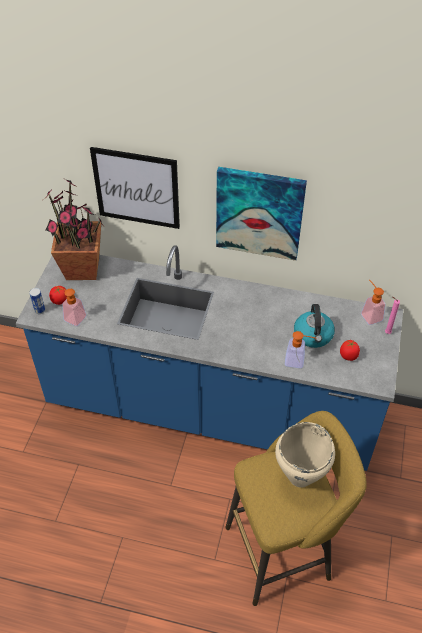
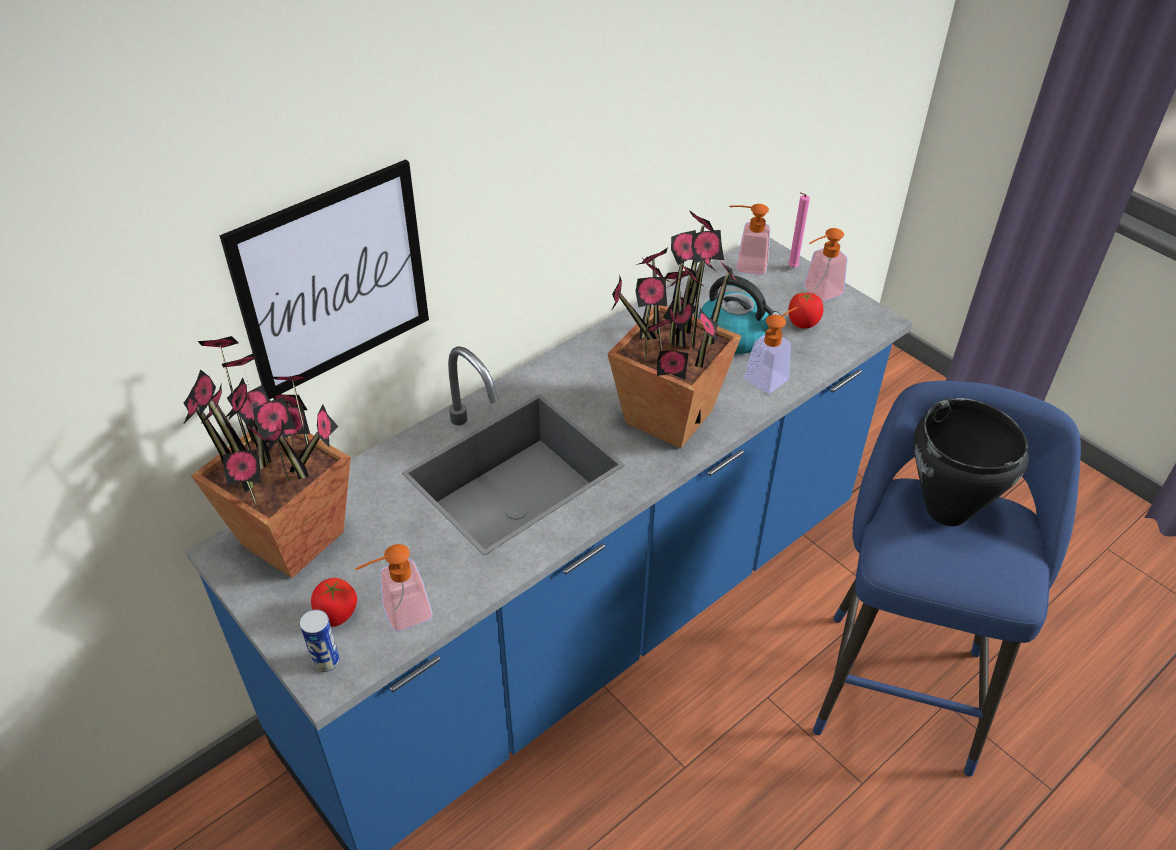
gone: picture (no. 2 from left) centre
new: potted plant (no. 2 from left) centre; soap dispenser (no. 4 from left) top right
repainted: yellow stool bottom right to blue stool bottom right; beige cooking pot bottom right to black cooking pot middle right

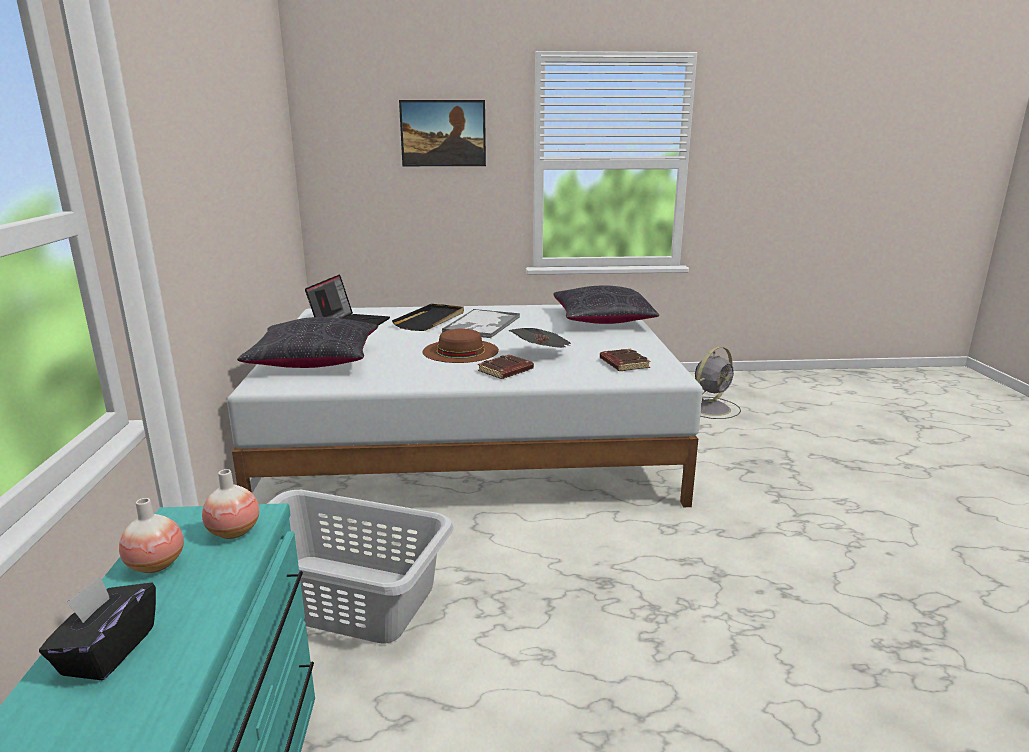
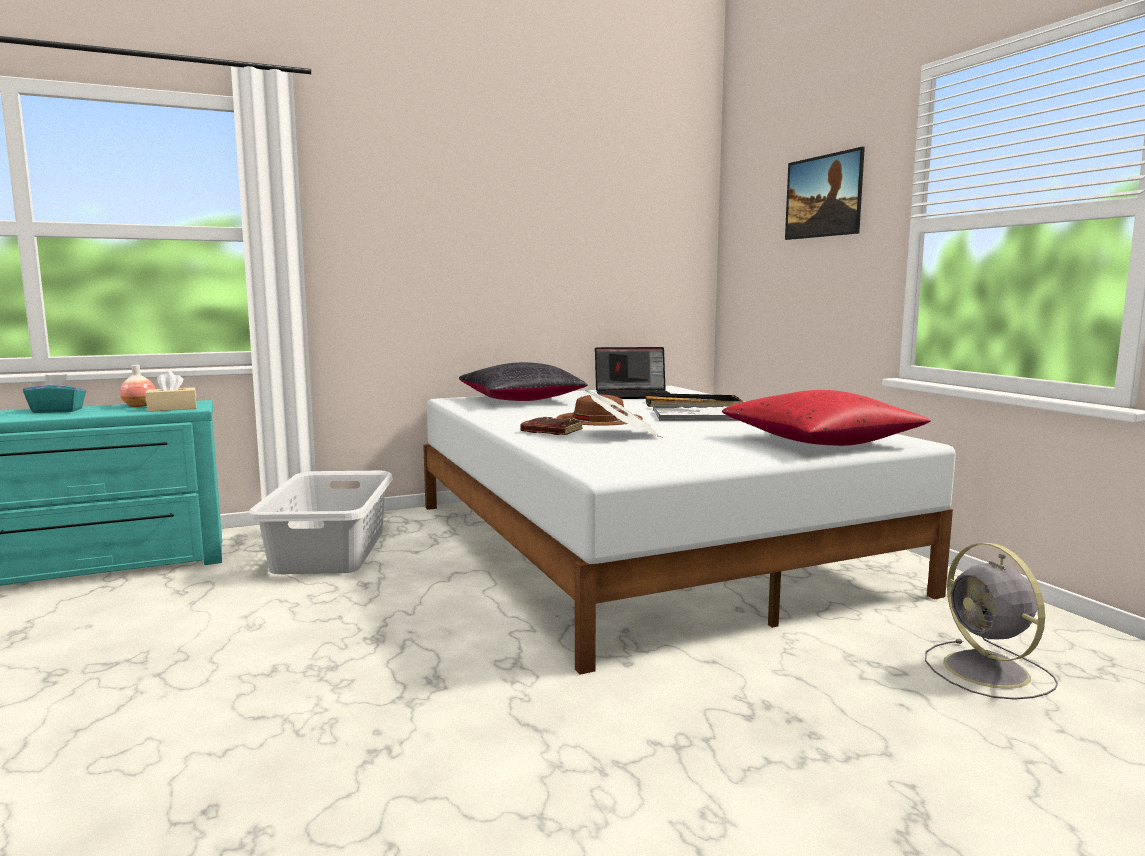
gone: brown book (no. 2 from left) centre
swapped: vase (no. 2 from left) bottom left to beige tissue box middle left
repainted: black tissue box bottom left to turquoise tissue box middle left; black pillow (no. 2 from left) centre to red pillow middle right
rotated: grey fan middle right = bottom right 45 degrees clockwise

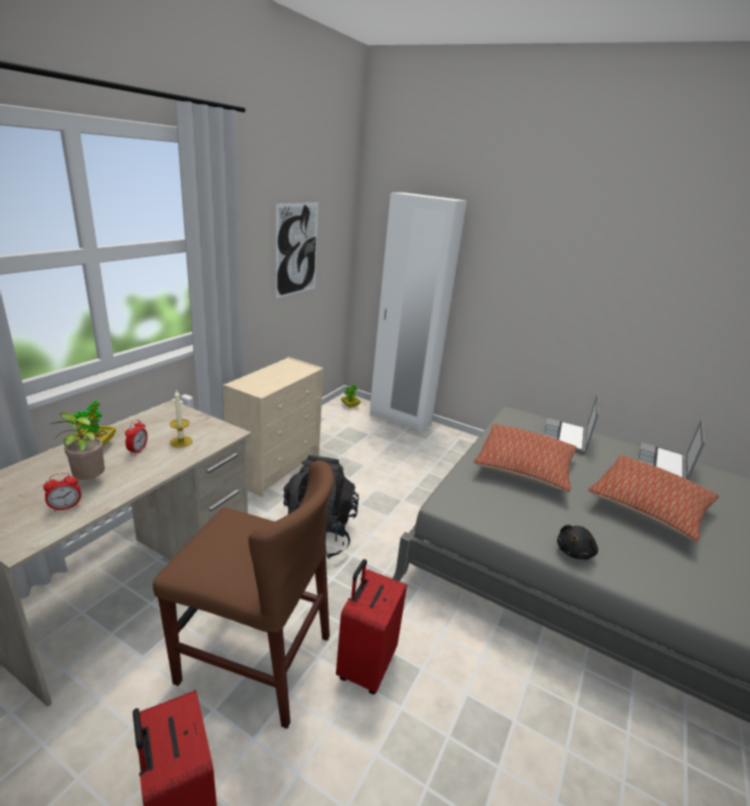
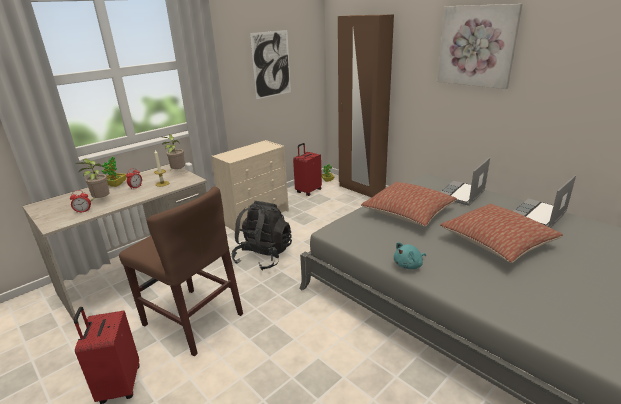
new: potted plant (no. 3 from left) middle left; picture (no. 2 from left) top right
shifted: red suitcase (no. 2 from left) bottom centre to centre
repainted: white wardrobe centre to brown wardrobe top centre; black plush toy bottom right to turquoise plush toy centre

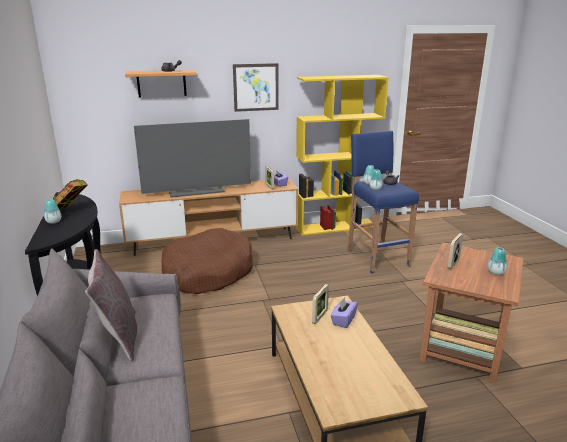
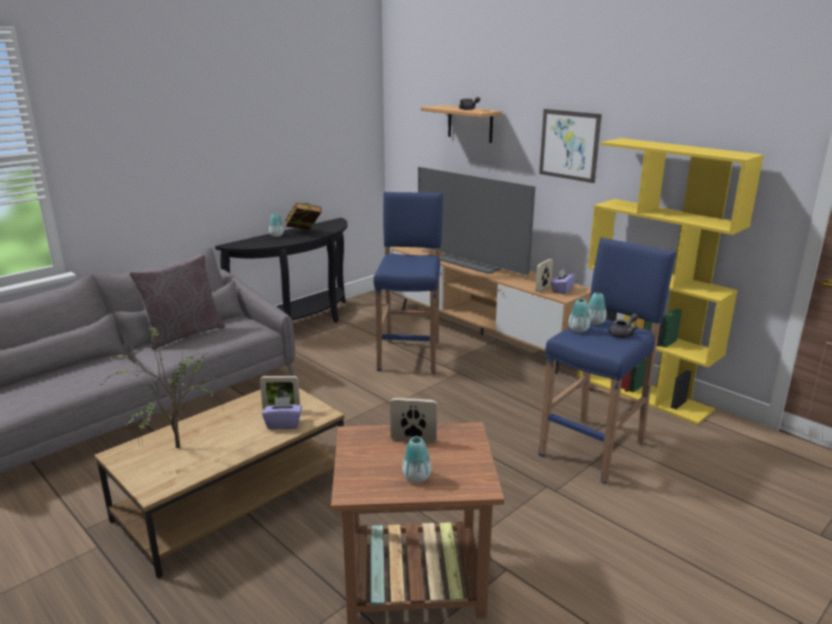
new: potted plant middle left
swapped: brown dog bed centre to blue stool (no. 1 from left) centre

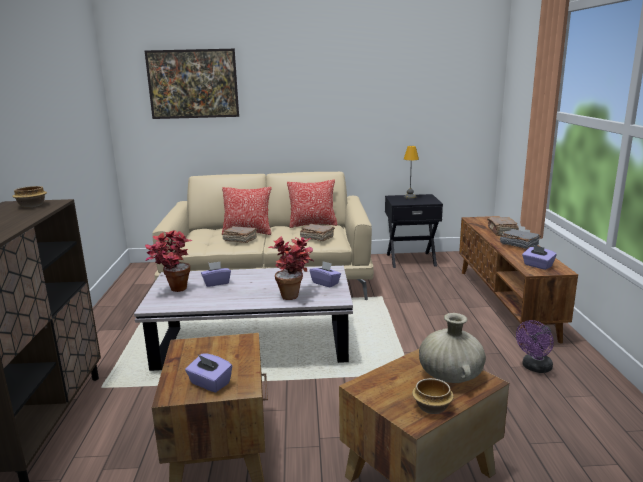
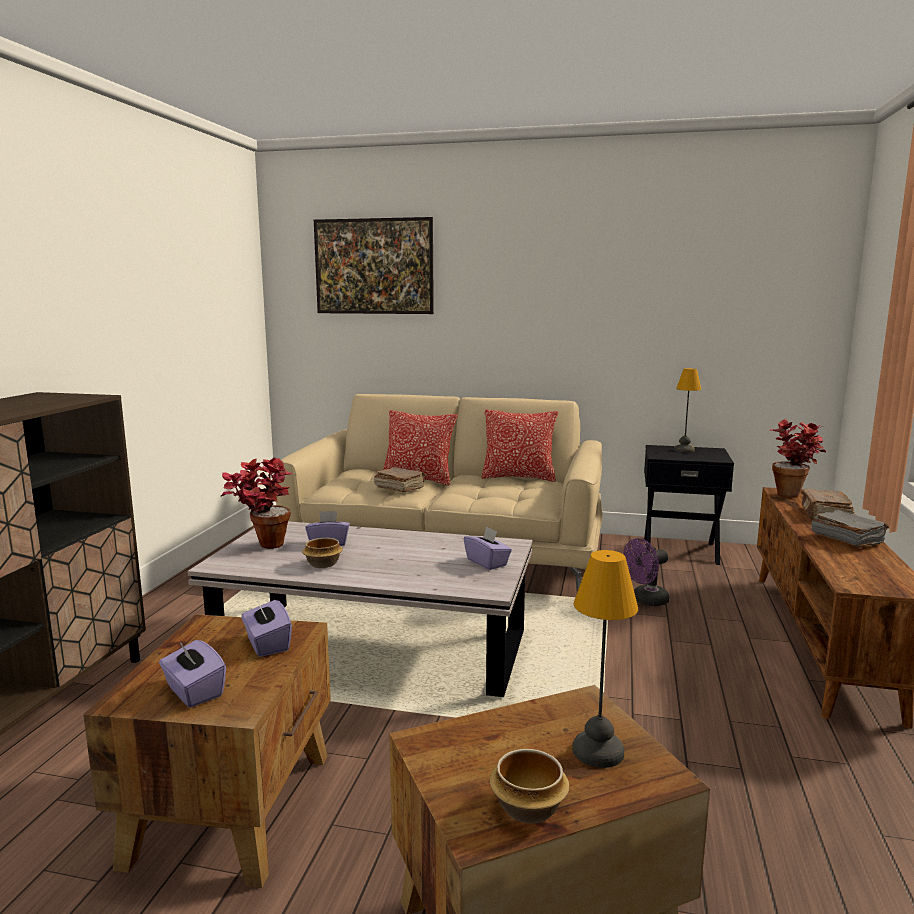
gone: brown book (no. 2 from left) centre
shifted: bowl (no. 1 from left) middle left to centre; potted plant (no. 2 from left) centre to middle right; purple fan bottom right to middle right; purple tissue box (no. 4 from left in the first image) middle right to purple tissue box (no. 2 from left) bottom left
swapped: beige vase bottom right to table lamp (no. 1 from left) bottom centre

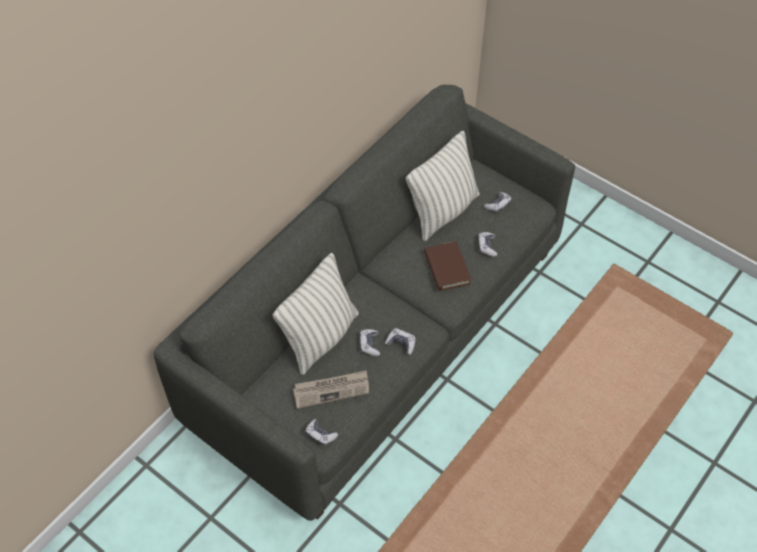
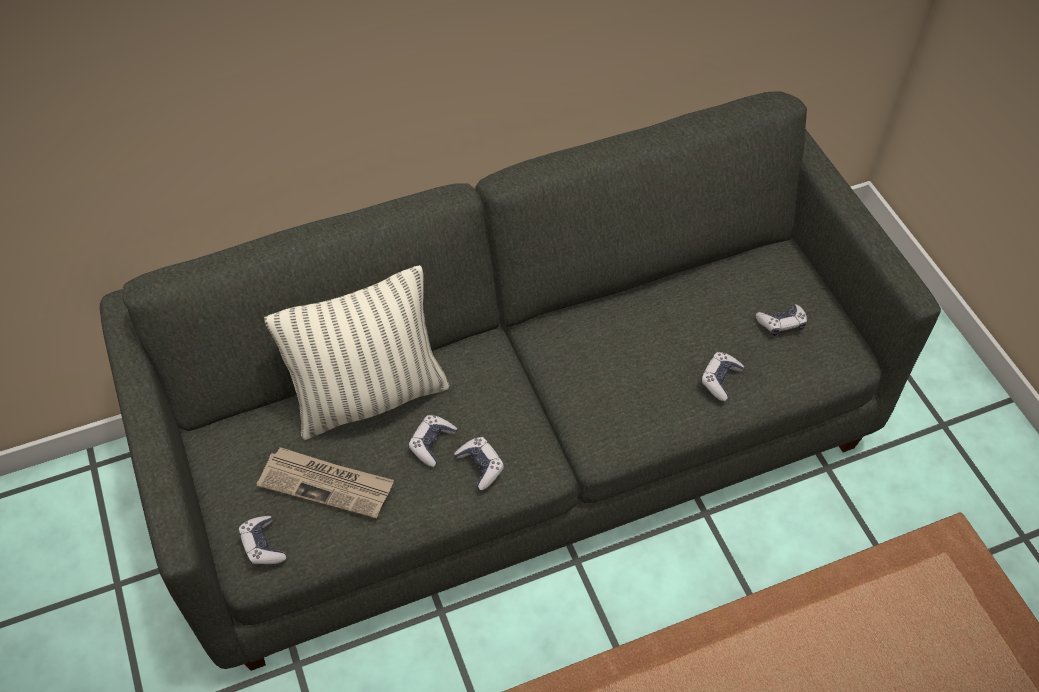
gone: pillow (no. 2 from left) centre; brown book centre

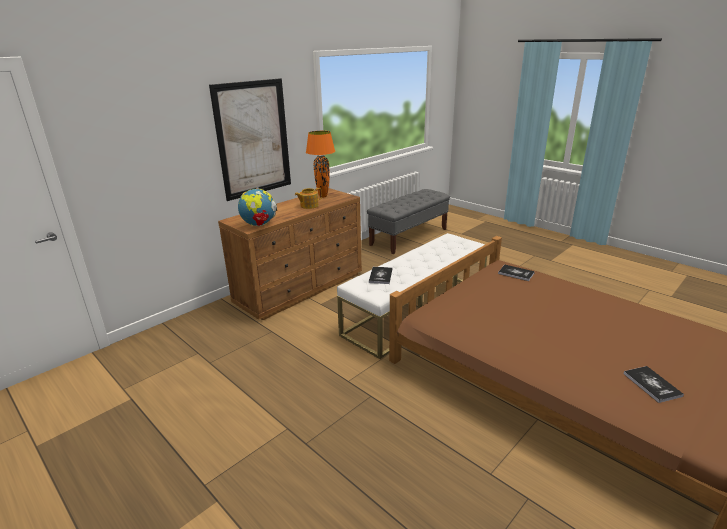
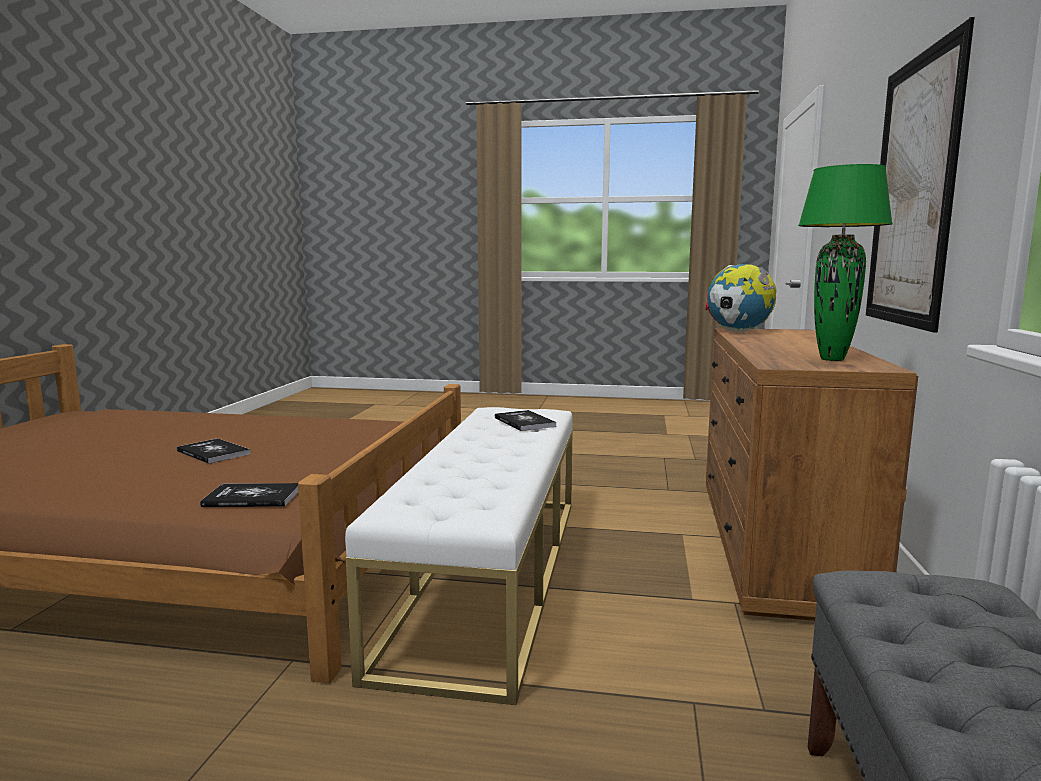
gone: teapot centre
shifted: book (no. 3 from left in the first image) bottom right to book (no. 1 from left) middle left
repainted: orange table lamp top centre to green table lamp middle right

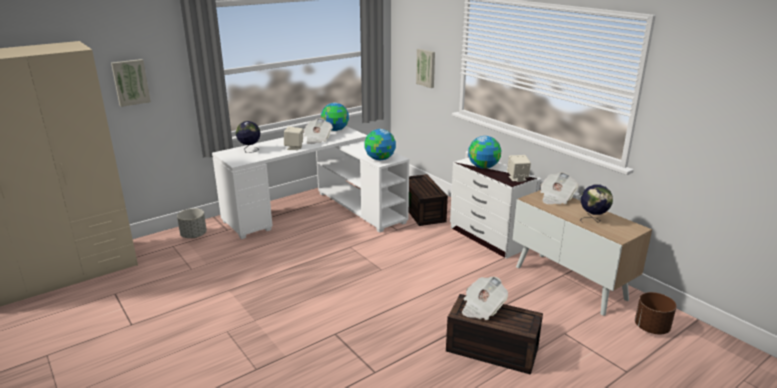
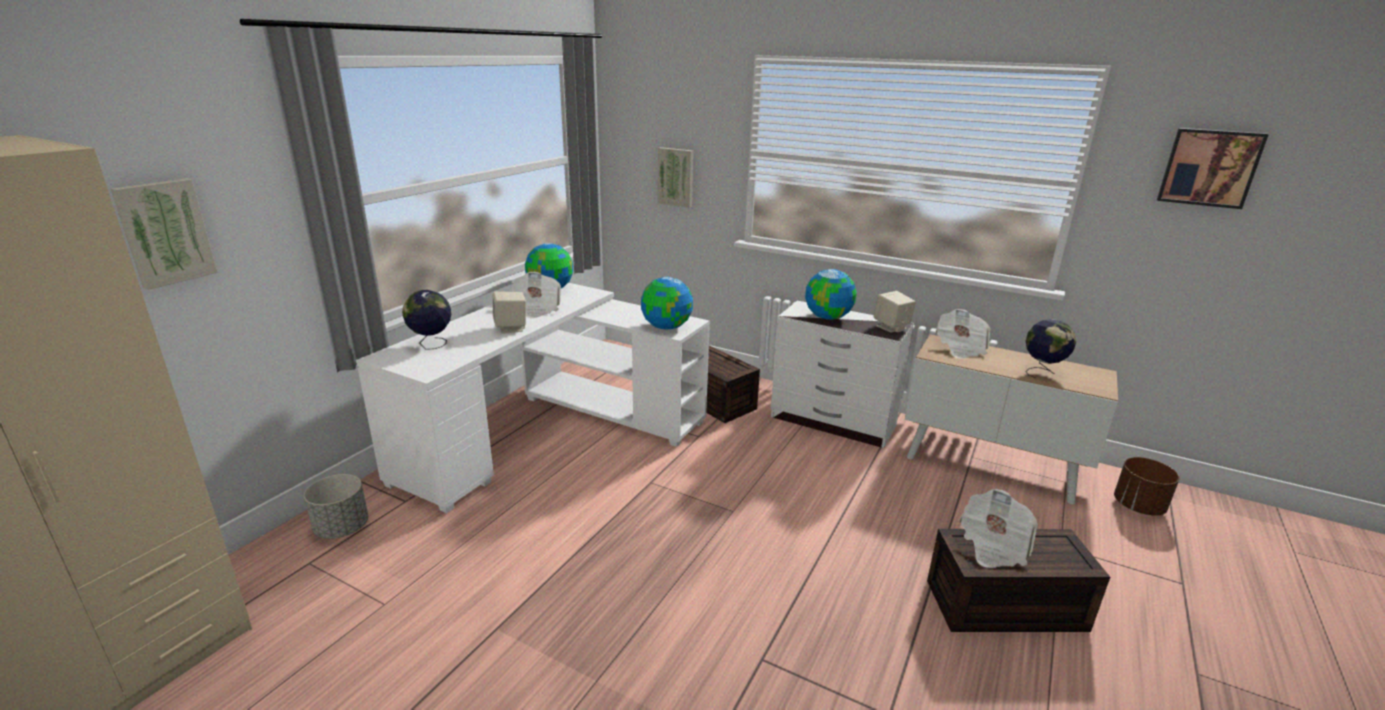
new: picture (no. 3 from left) top right

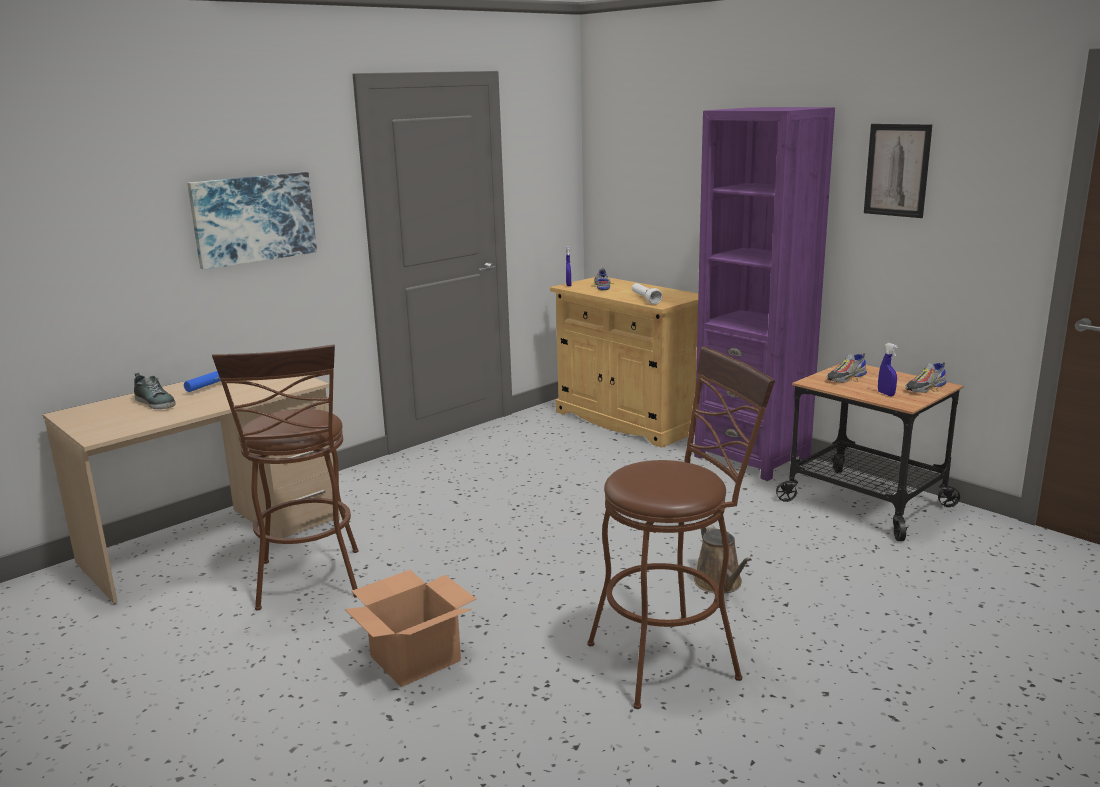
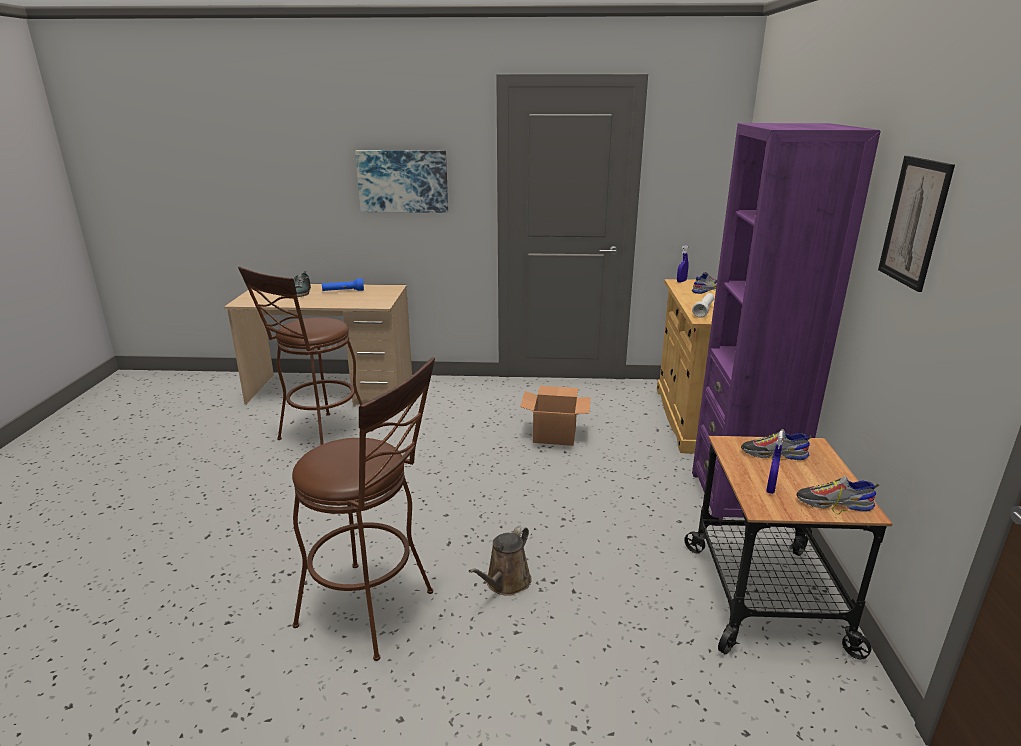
shifted: cardboard box bottom centre to centre

